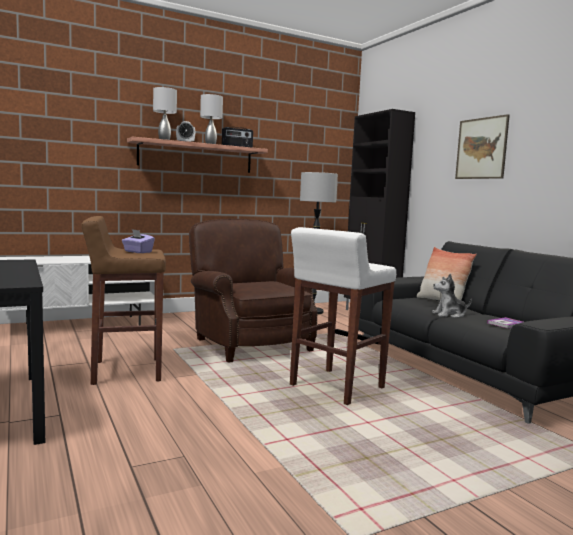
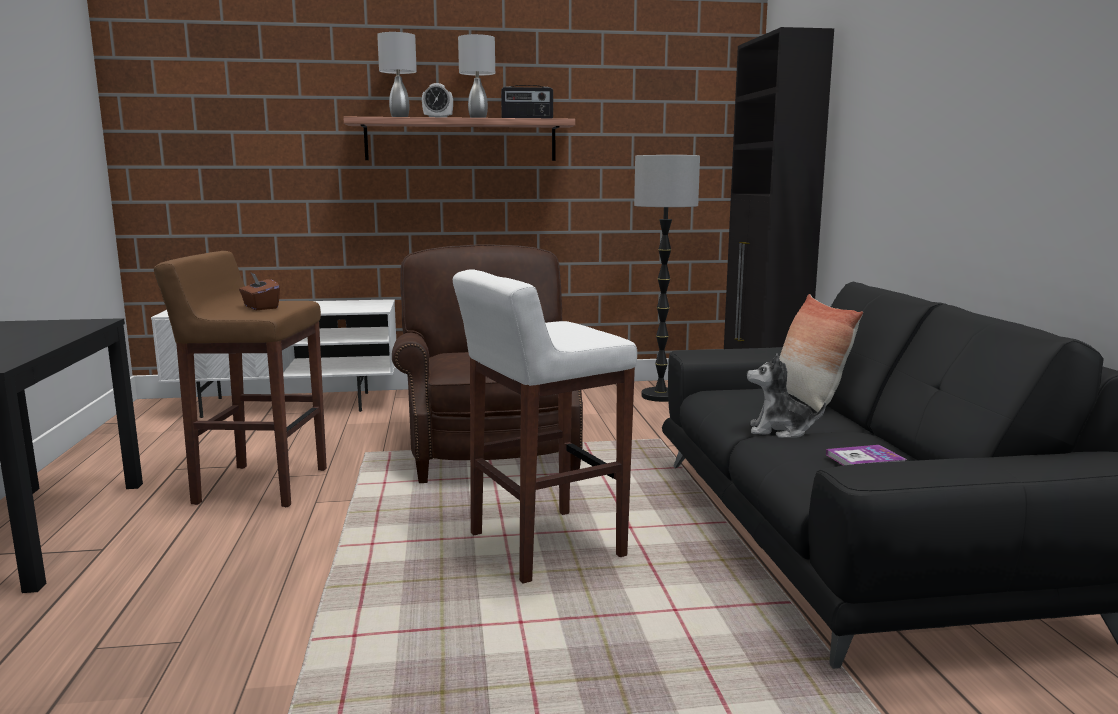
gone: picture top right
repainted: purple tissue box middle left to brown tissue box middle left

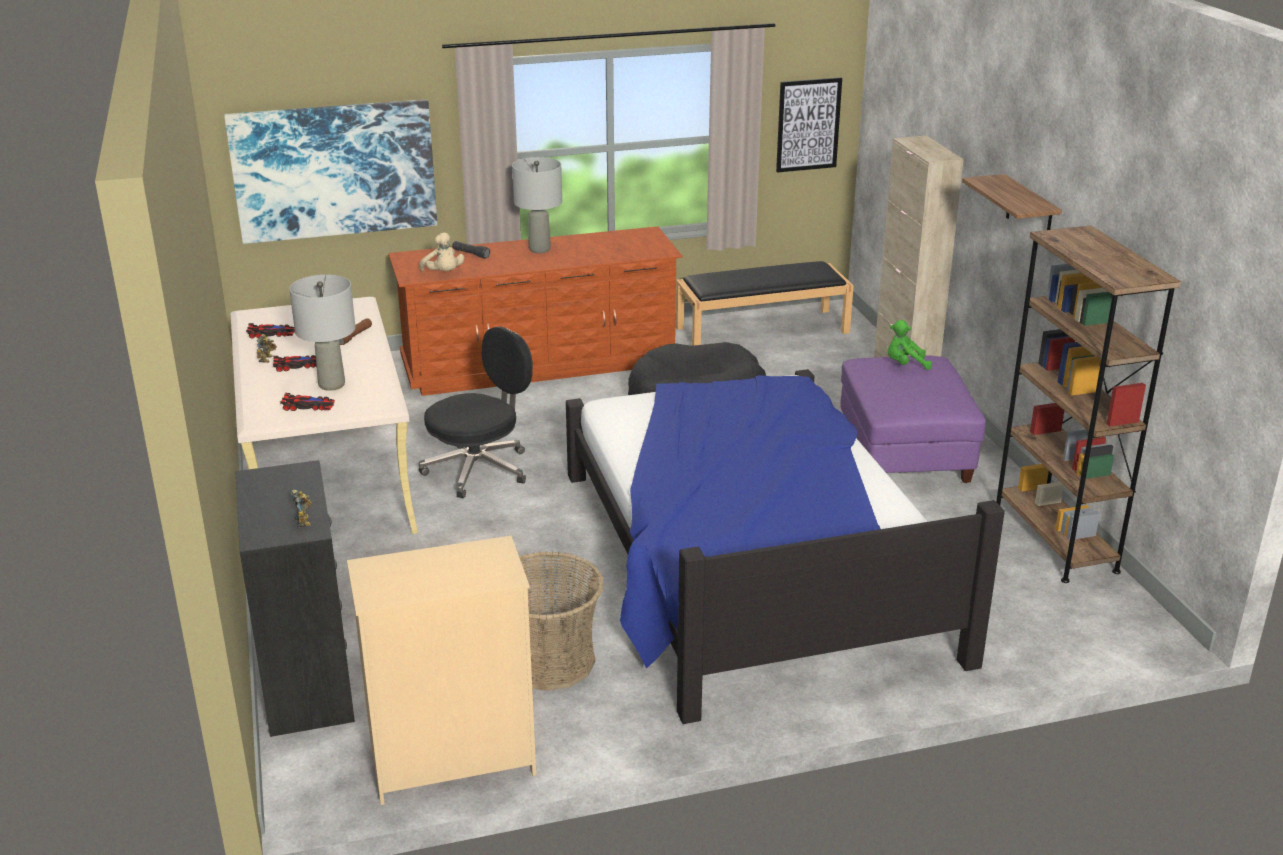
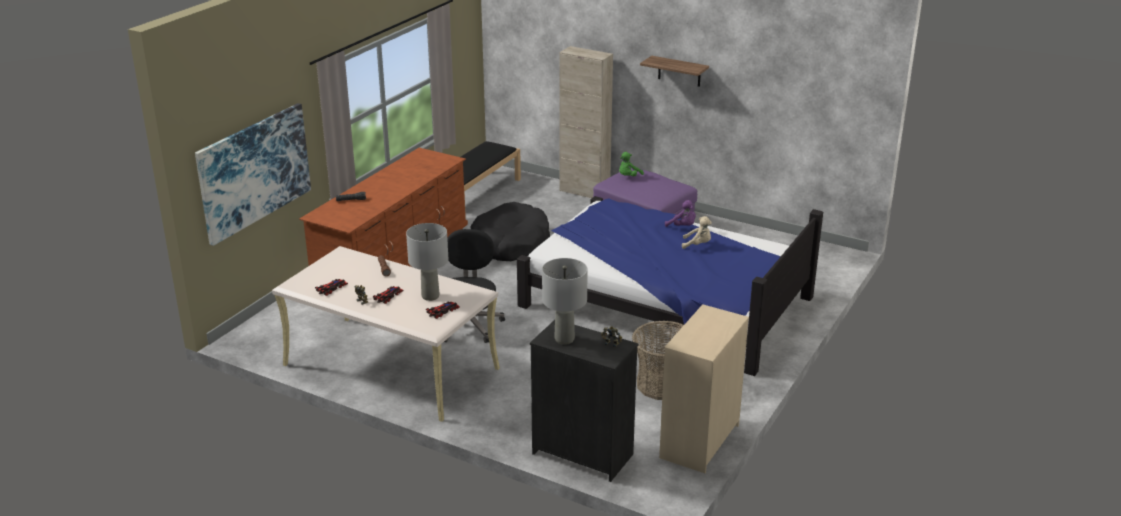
gone: picture (no. 2 from left) top centre; brown bookcase middle right
new: purple plush toy centre
shifted: beige plush toy top centre to centre; grey table lamp (no. 2 from left) top centre to centre

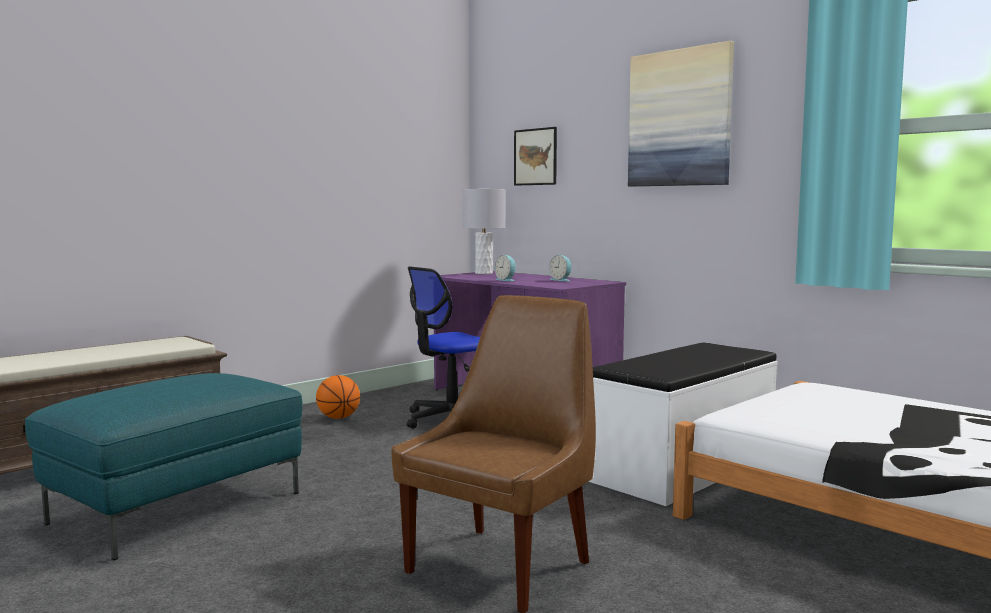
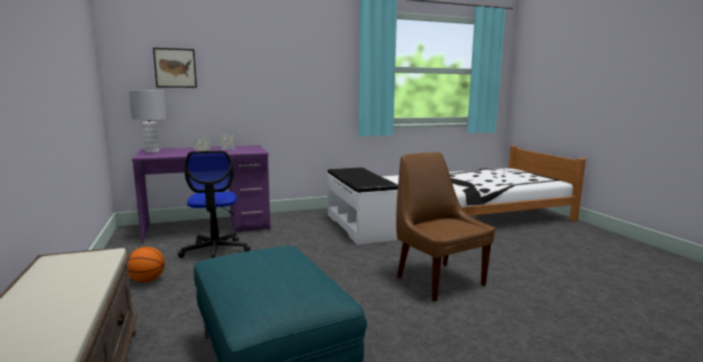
gone: picture (no. 2 from left) top right

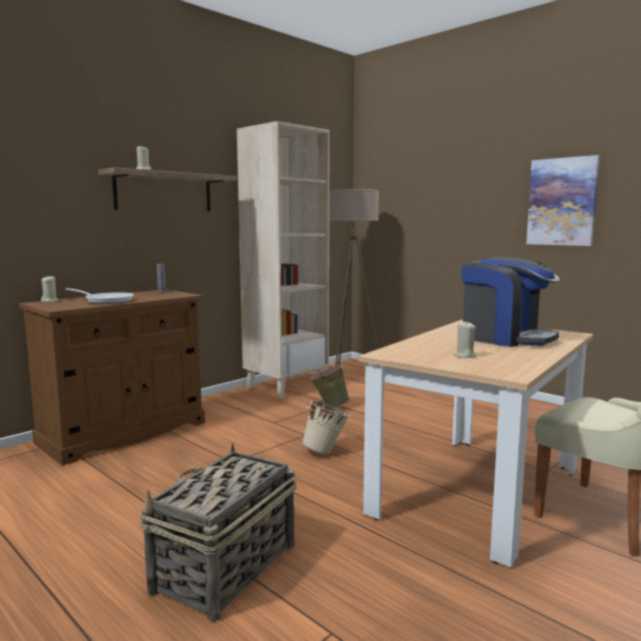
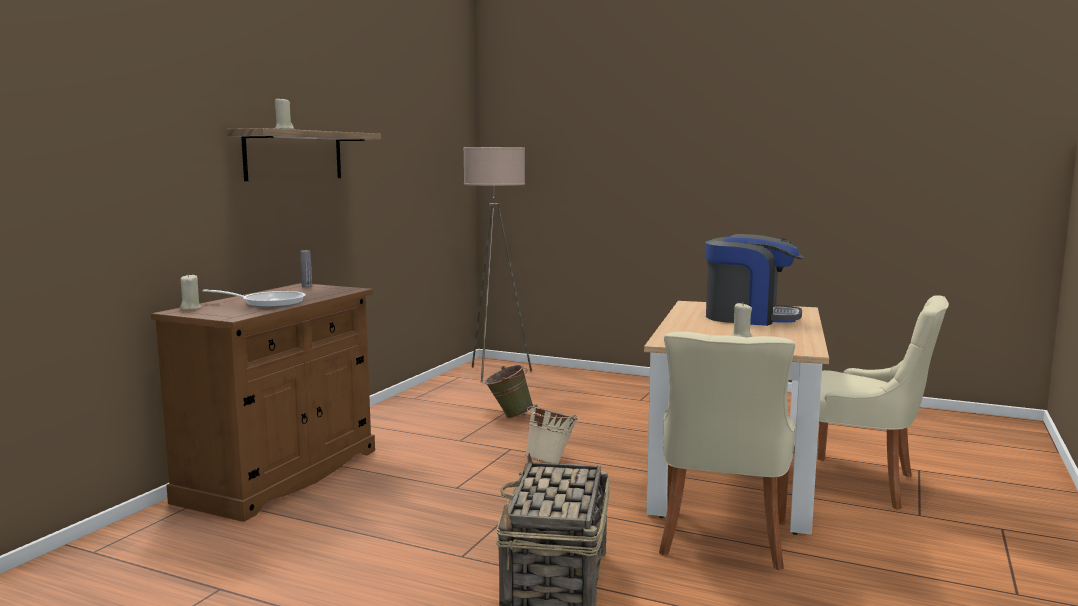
gone: beige bookcase centre; picture top right
new: beige chair (no. 1 from left) bottom right

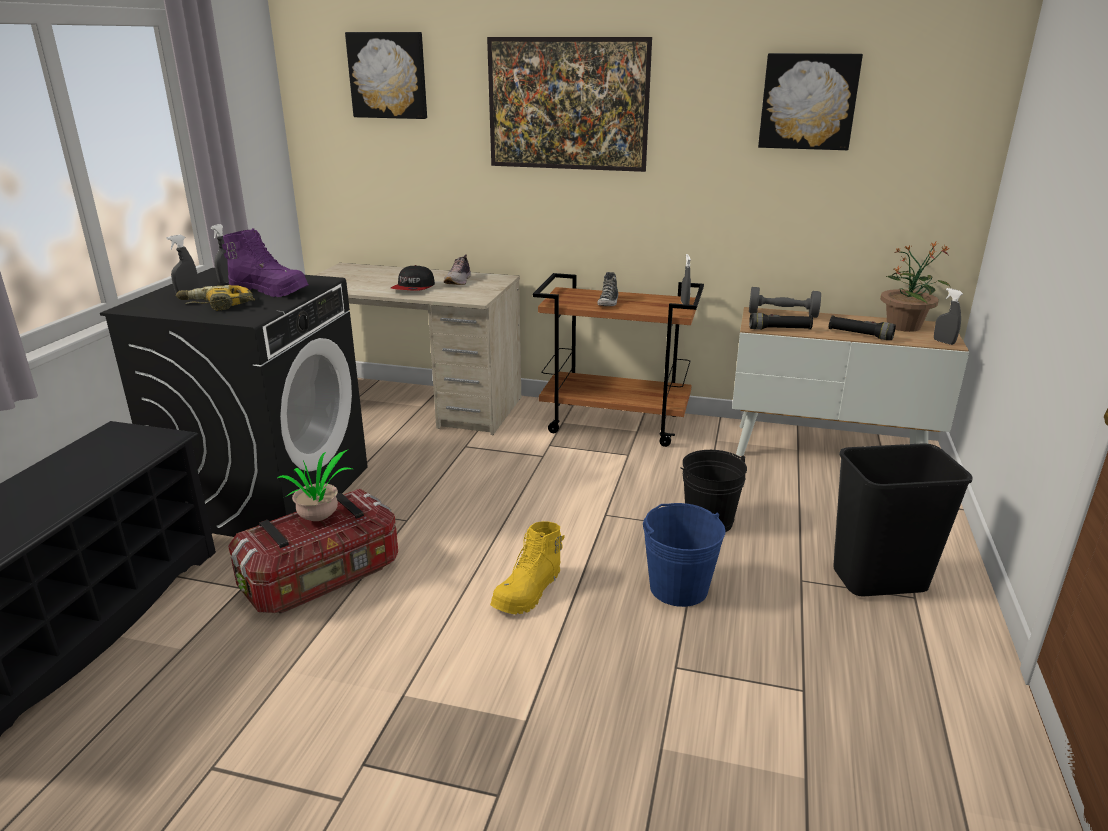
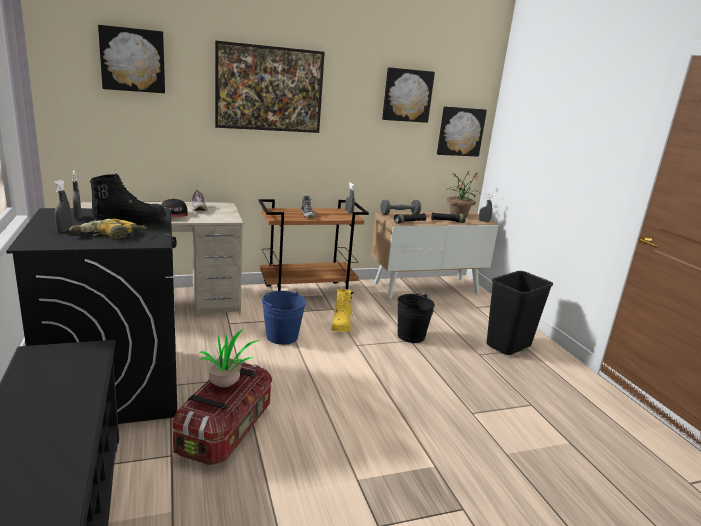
new: picture (no. 4 from left) top centre
shifted: yellow boot bottom centre to centre; blue bucket bottom centre to centre
repainted: purple boot top left to black boot middle left

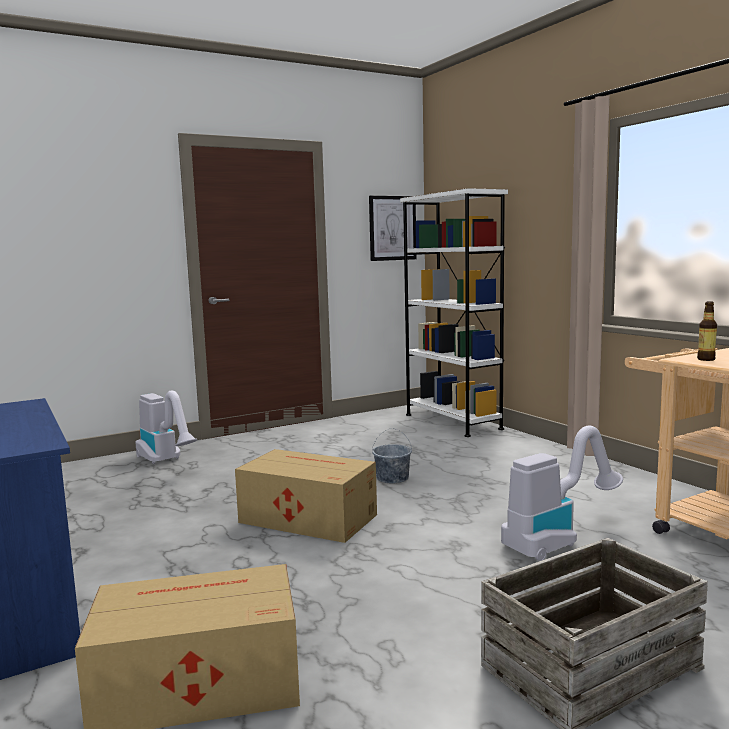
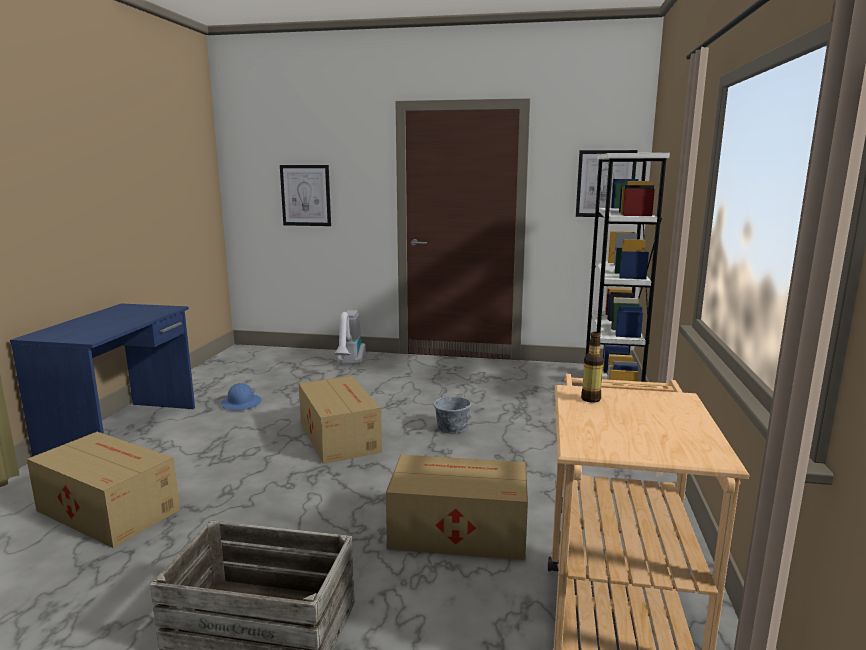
new: blue hard hat middle left; picture (no. 1 from left) top centre
swapped: vacuum cleaner (no. 2 from left) bottom right to cardboard box (no. 3 from left) bottom centre

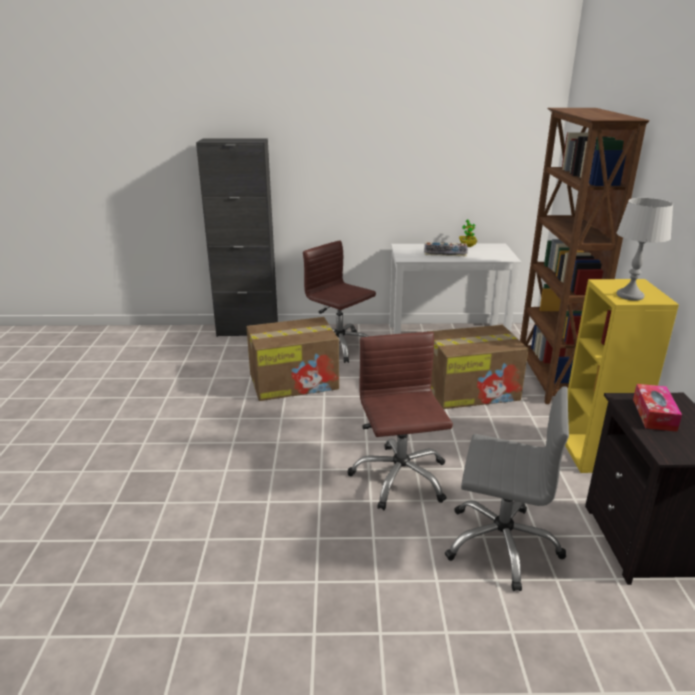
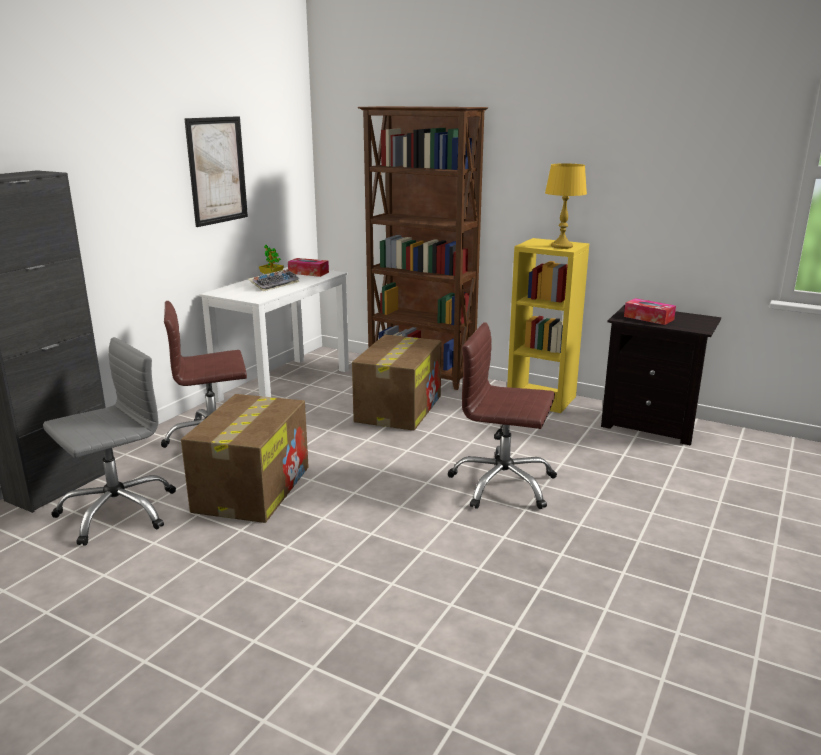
new: picture top left; tissue box (no. 1 from left) centre
shifted: grey office chair bottom right to middle left
repainted: grey table lamp middle right to yellow table lamp top right

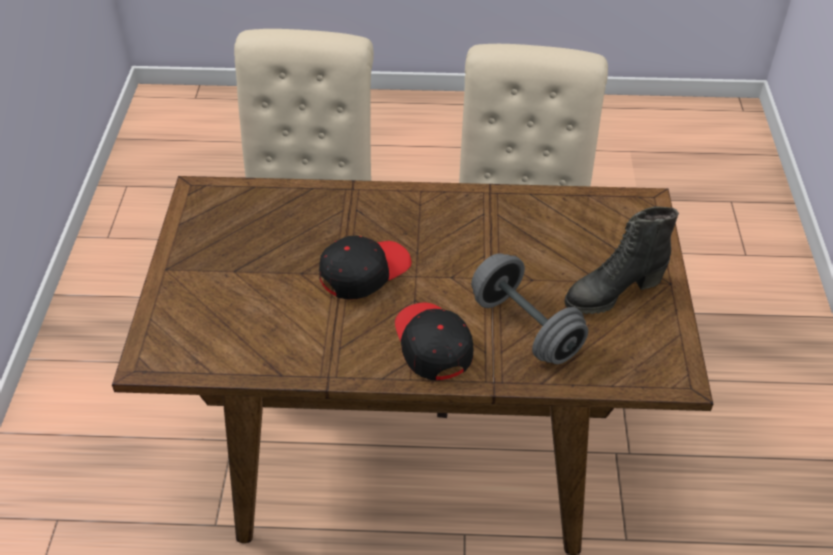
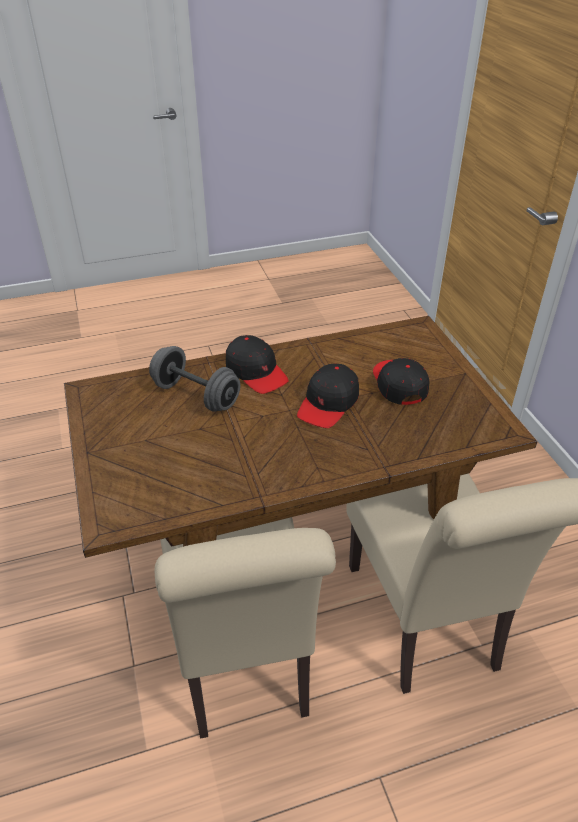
gone: black boot middle right
new: black cap (no. 3 from left) middle right

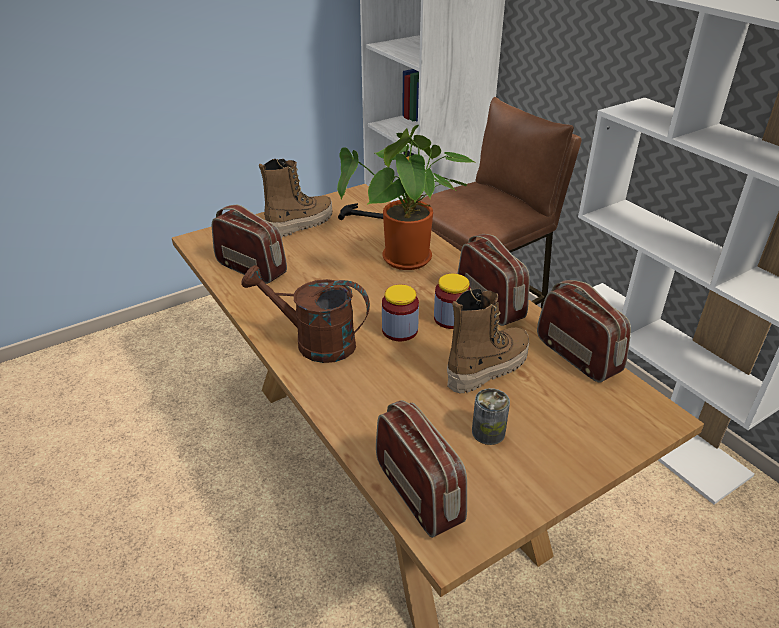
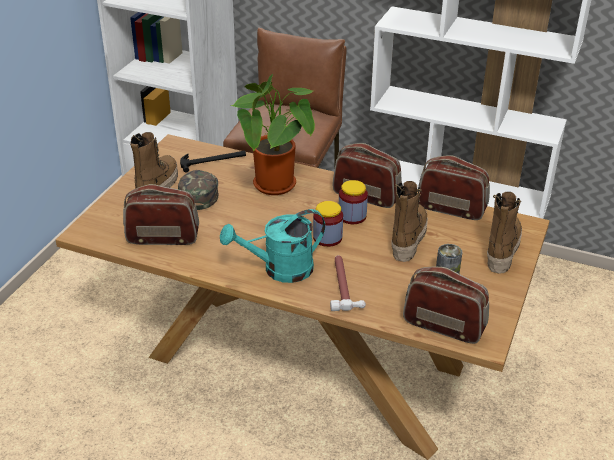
new: green cap middle left; hammer (no. 2 from left) centre; boot (no. 3 from left) middle right
repainted: brown watering can centre to turquoise watering can centre

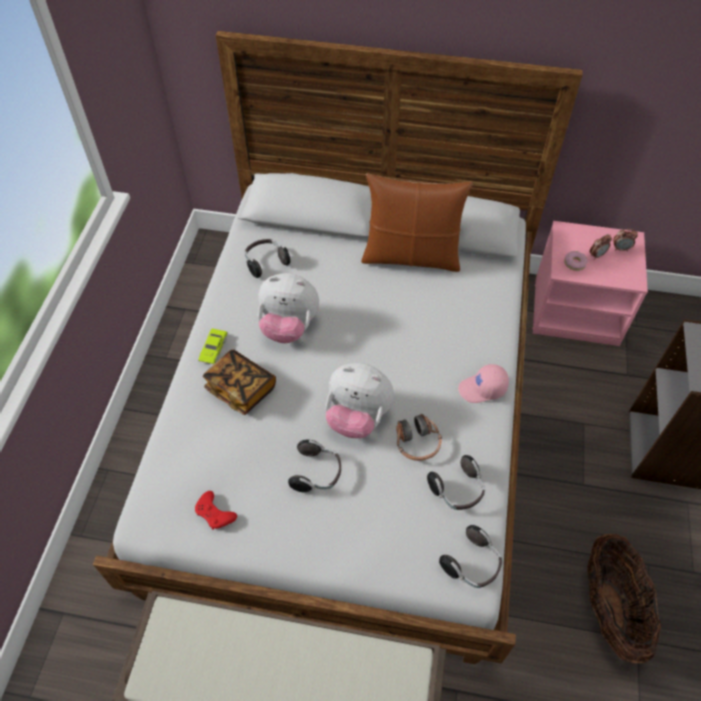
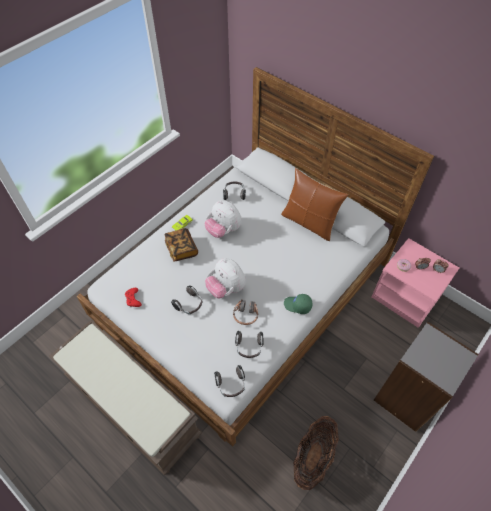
repainted: pink cap middle right to green cap centre

